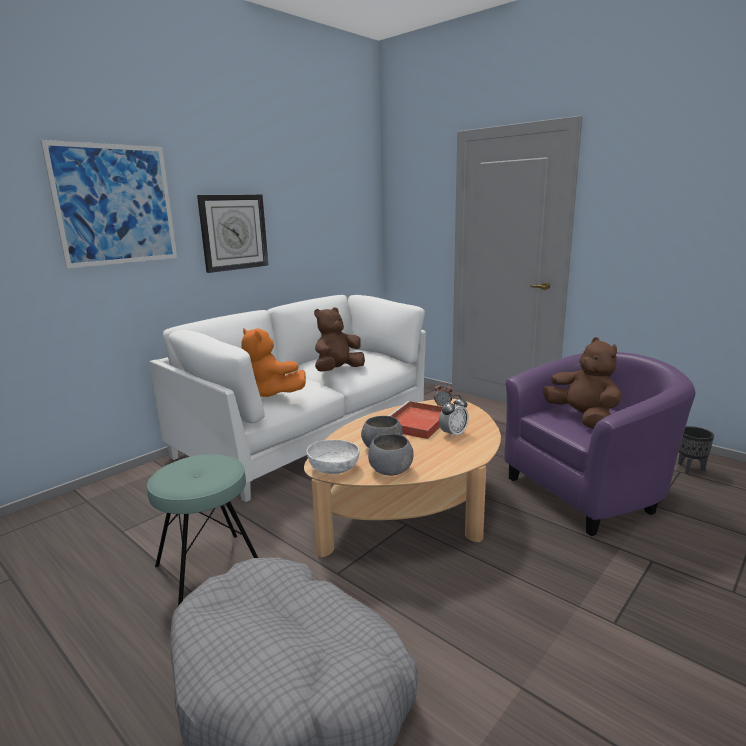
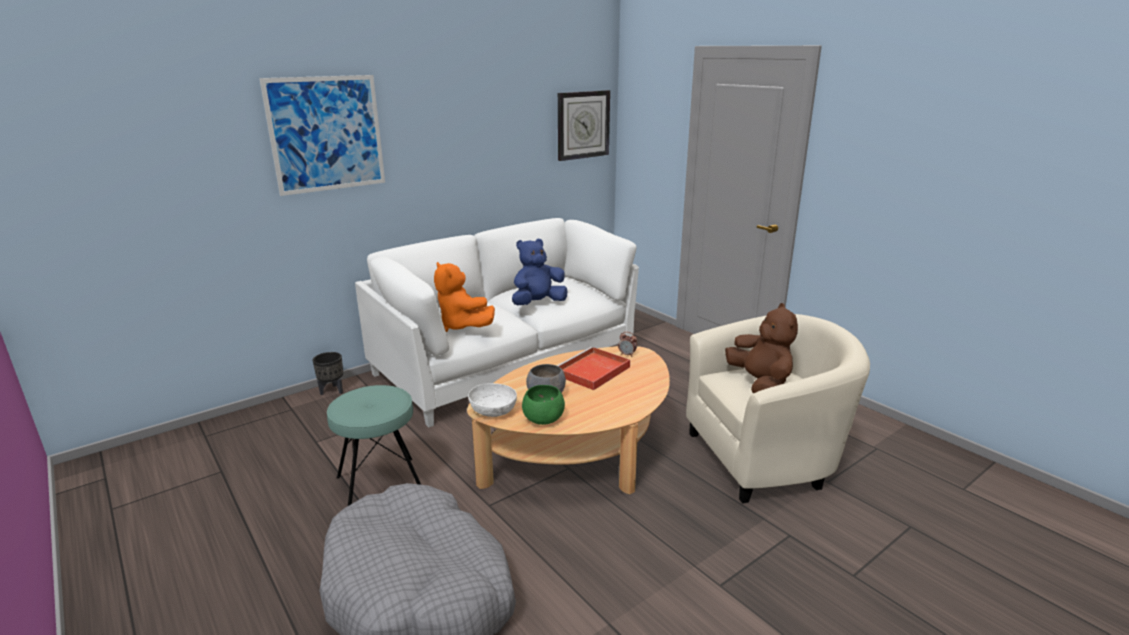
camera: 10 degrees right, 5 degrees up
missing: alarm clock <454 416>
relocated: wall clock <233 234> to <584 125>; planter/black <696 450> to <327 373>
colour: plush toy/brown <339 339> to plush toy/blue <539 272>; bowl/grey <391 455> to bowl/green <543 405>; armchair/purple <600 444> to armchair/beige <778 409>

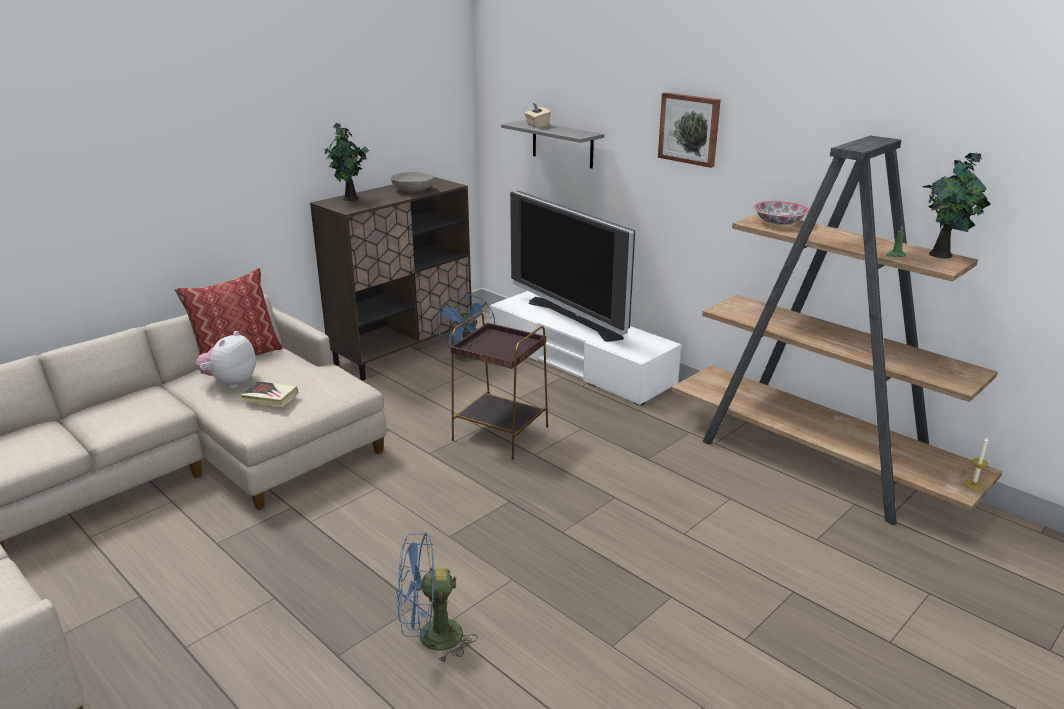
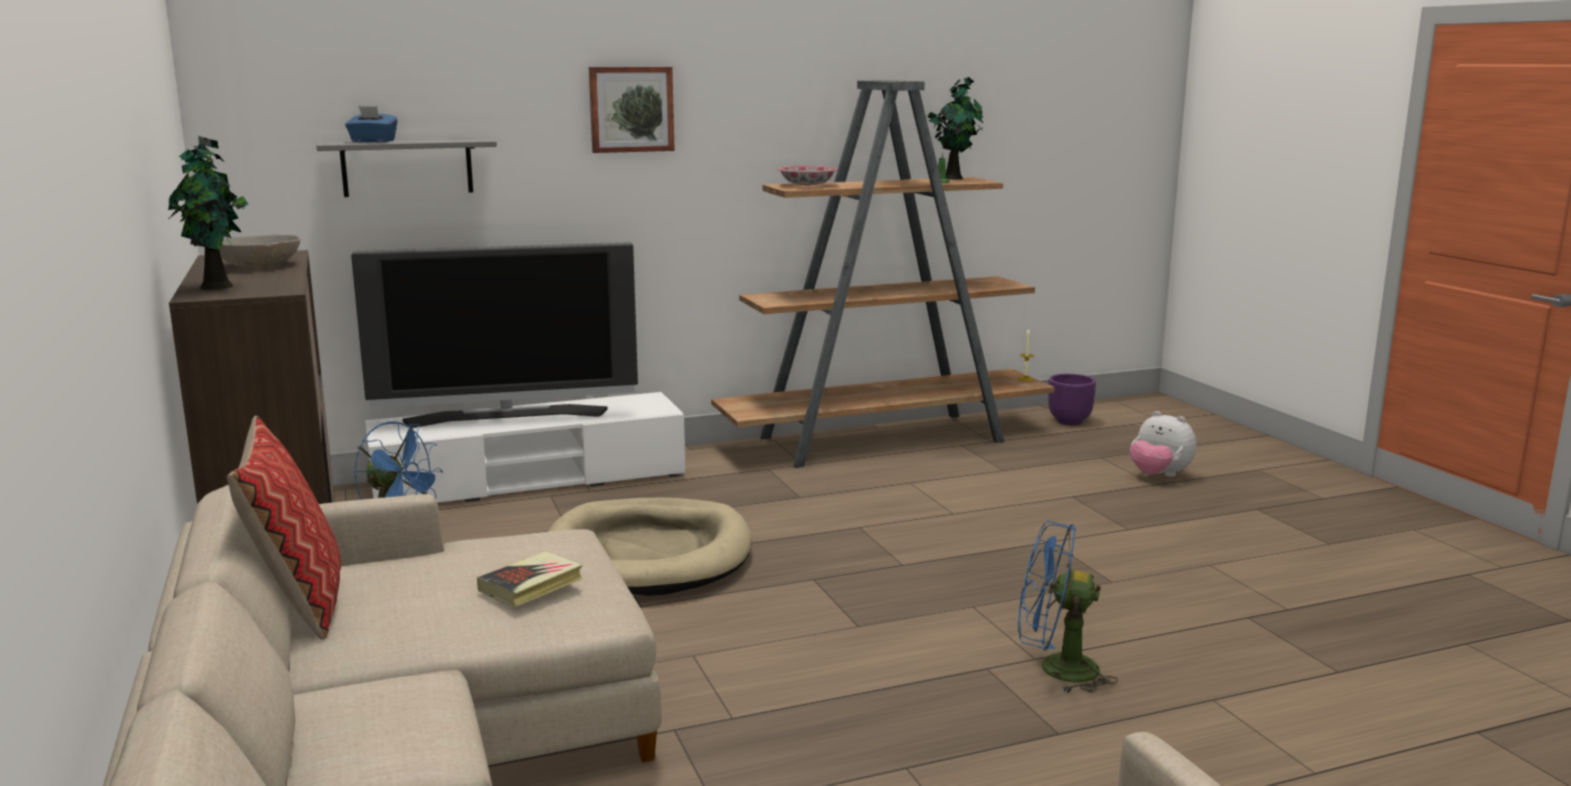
camera: 65 degrees left, 10 degrees down
appeared: planter/purple <1072 399>
relocated: plush toy <226 360> to <1163 444>
exchanged: side table/brown <499 386> to dog bed/beige <650 547>
colour: tissue box/beige <537 115> to tissue box/blue <371 124>
spun: fan/blue <437 598> = <1068 607> 90 degrees clockwise

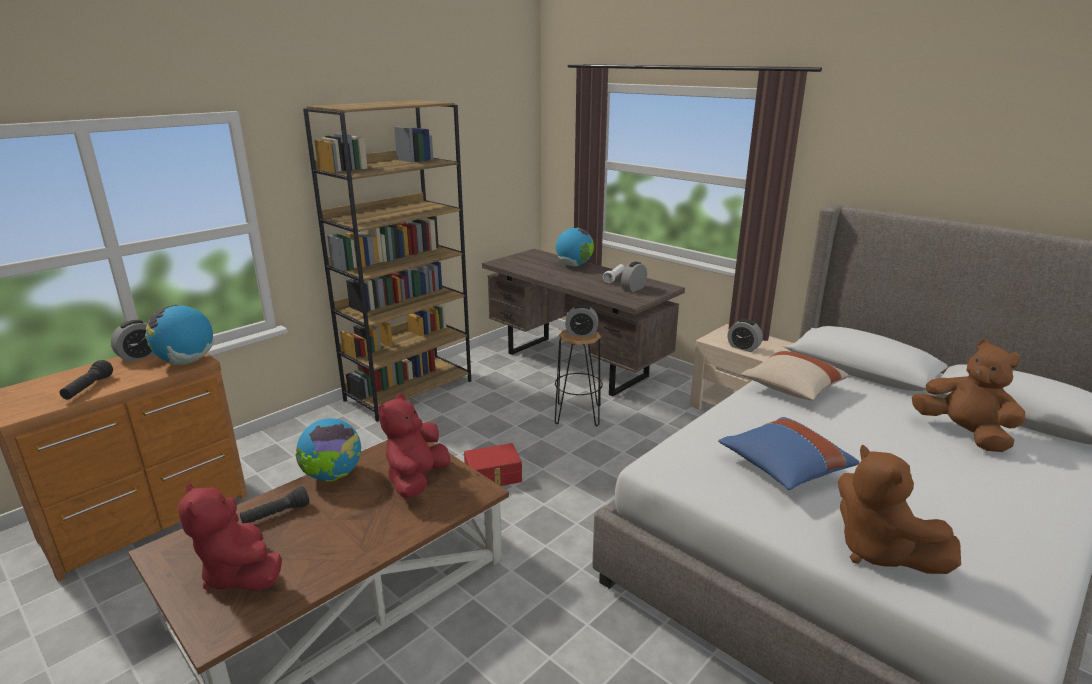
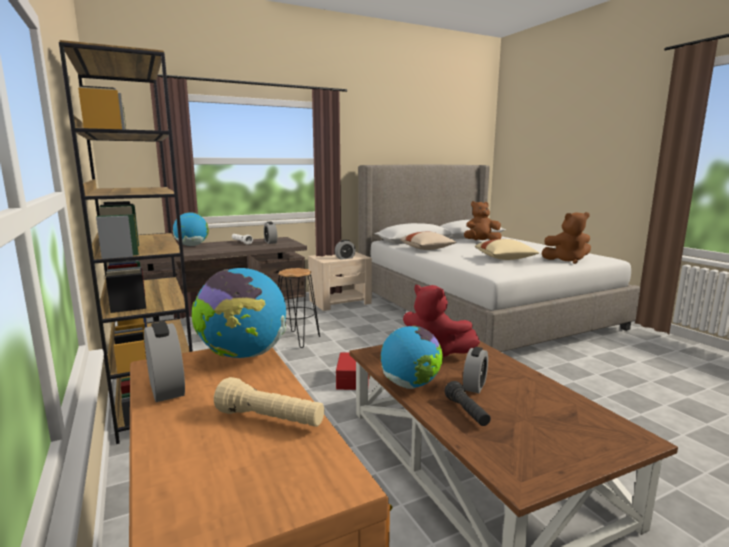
camera: 70 degrees left, 10 degrees down
missing: plush toy/red <230 537>
relocated: alarm clock <581 321> to <475 370>
colour: flashlight/black <86 380> to flashlight/beige <269 402>; pillow/blue <789 453> to pillow/beige <507 249>

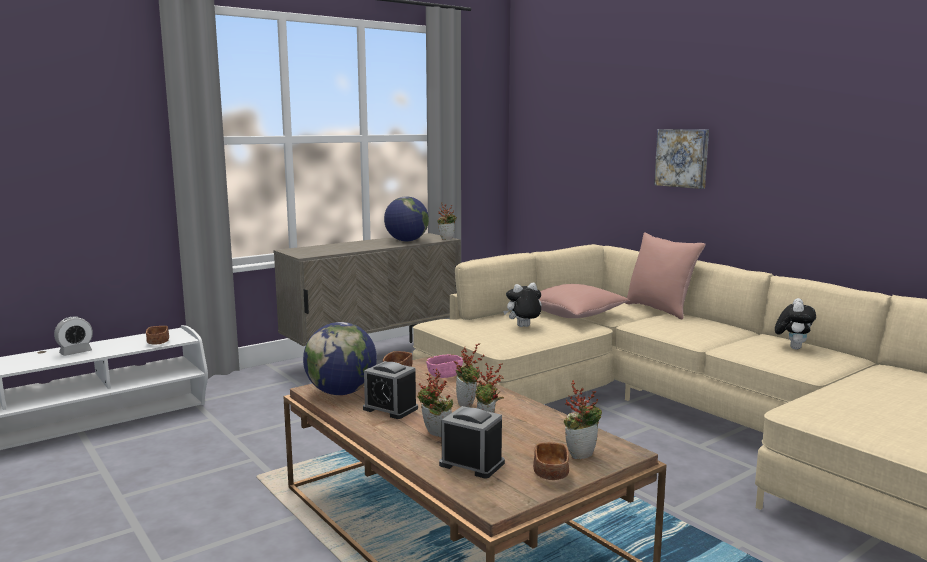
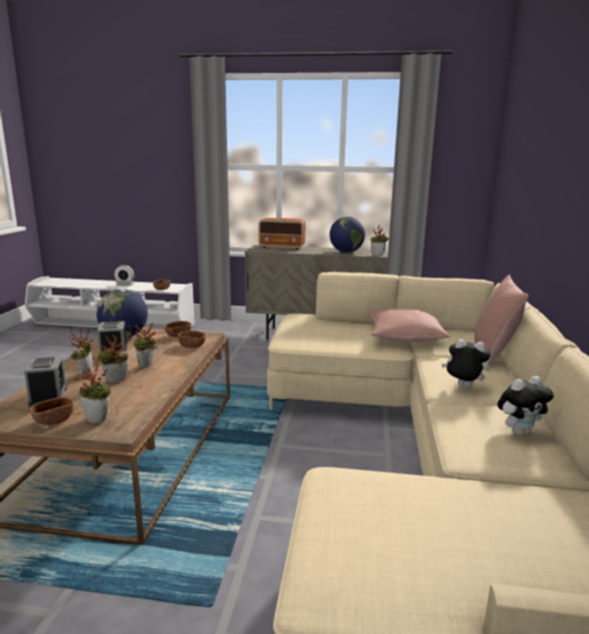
camera: 45 degrees right, 5 degrees up
missing: picture <681 159>
appeared: radio <281 233>
relocated: plush toy <522 305> to <466 363>
colour: bowl/pink <444 366> to bowl/brown <192 339>

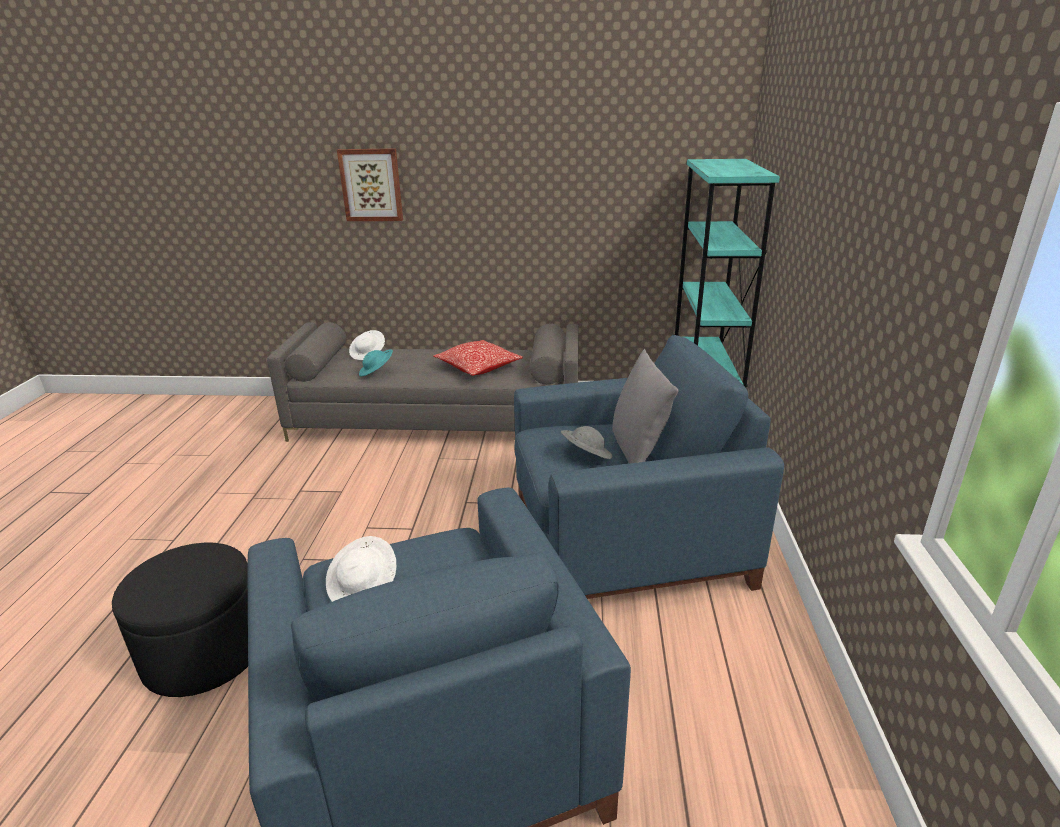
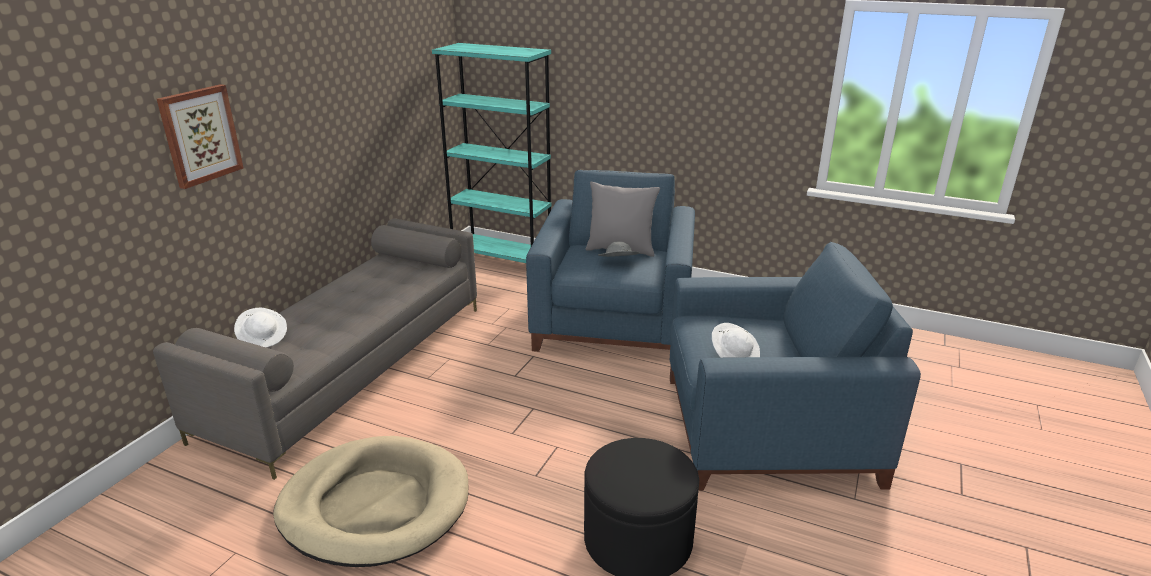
camera: 70 degrees left, 0 degrees up
missing: hat/turquoise <376 362>; pillow <478 358>
appeared: dog bed/beige <370 501>

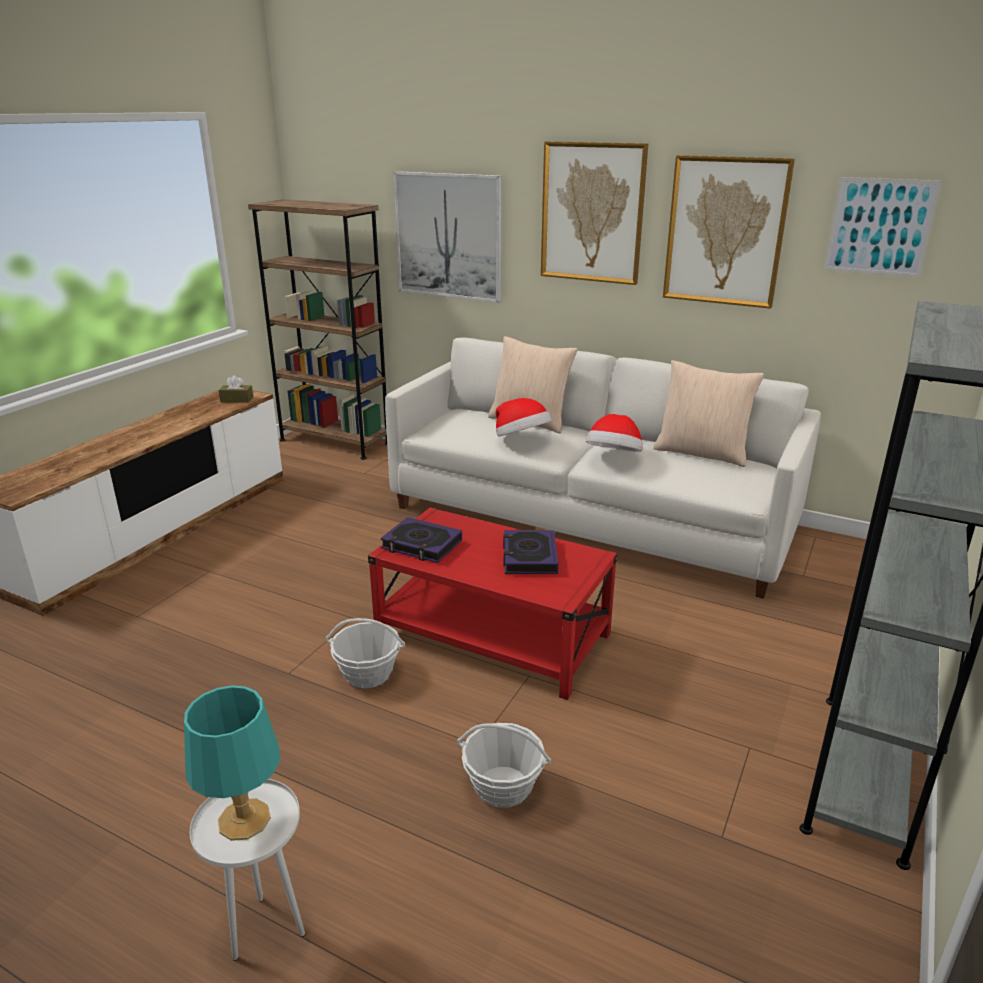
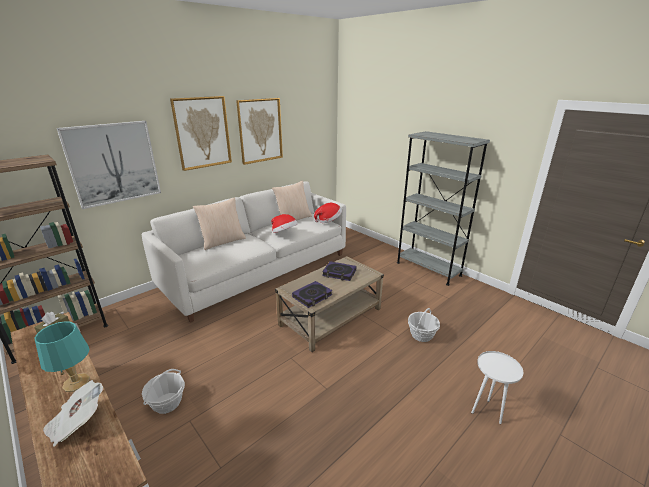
camera: 70 degrees left, 0 degrees up
missing: picture <883 227>
appeared: newspaper <73 413>
relocated: table lamp/turquoise <232 763> to <62 356>; basket <365 653> to <163 391>; hat <523 417> to <328 213>
colour: coffee table/red <492 603> to coffee table/beige <329 304>

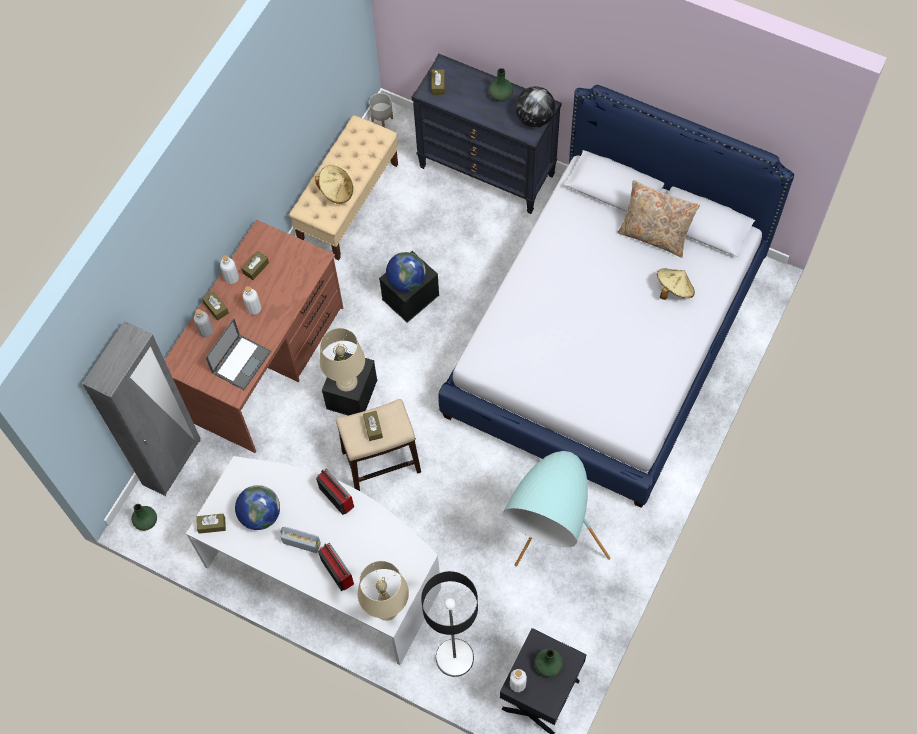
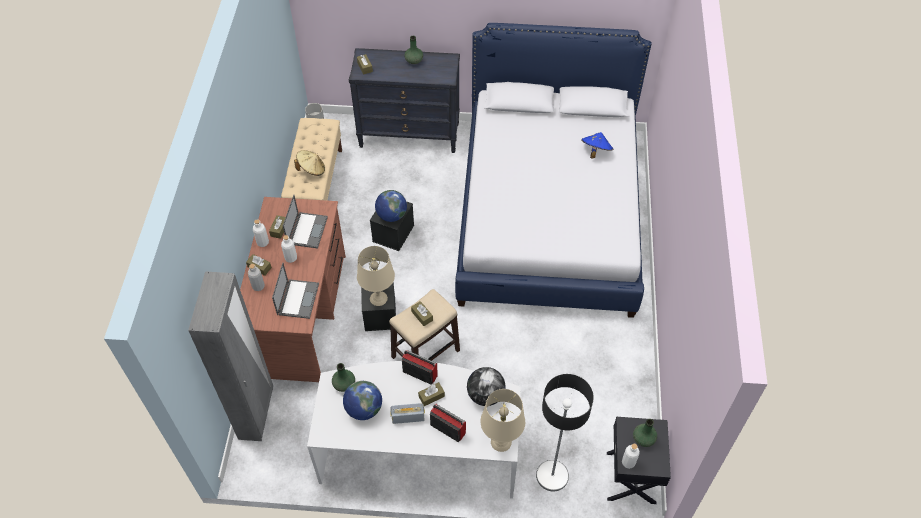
camera: 25 degrees left, 10 degrees down
missing: floor lamp/turquoise <556 509>; pillow/beige <658 219>
appeared: laptop <305 222>
relocated: vase/green <144 517> to <343 377>; tissue box/brown <211 524> to <431 394>; globe <535 106> to <486 386>
colour: hat/beige <676 284> to hat/blue <597 145>

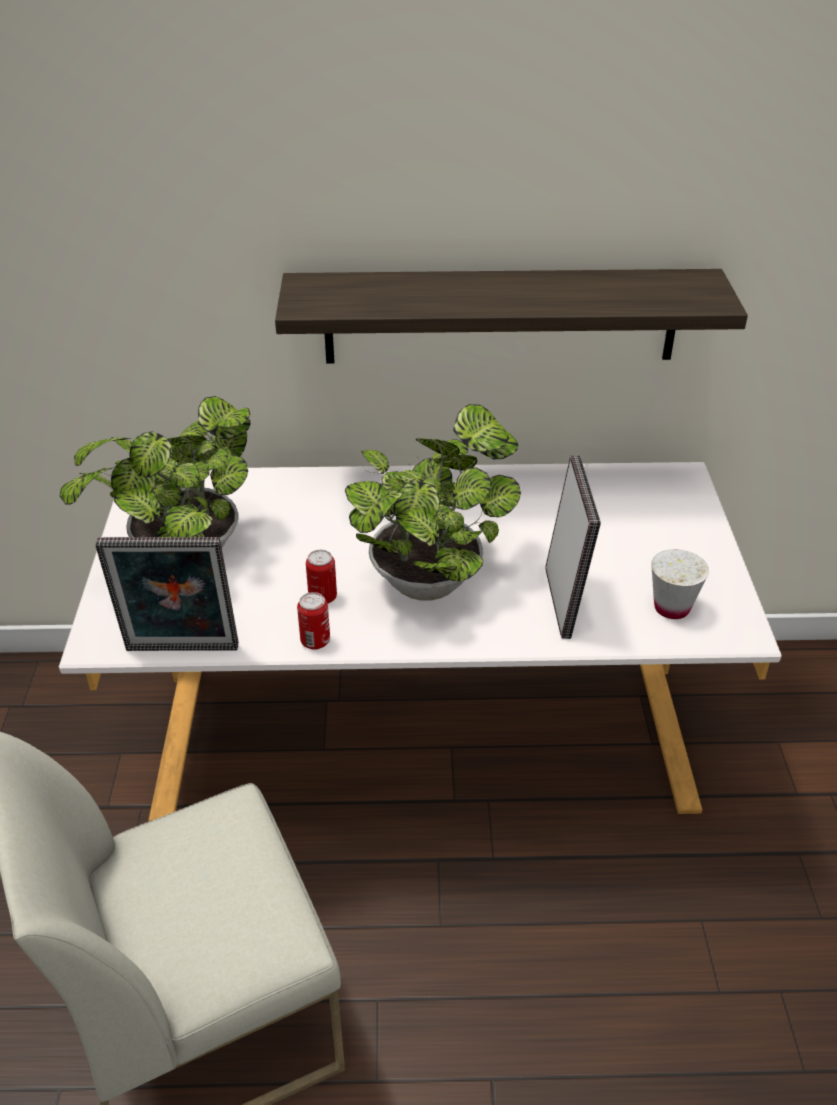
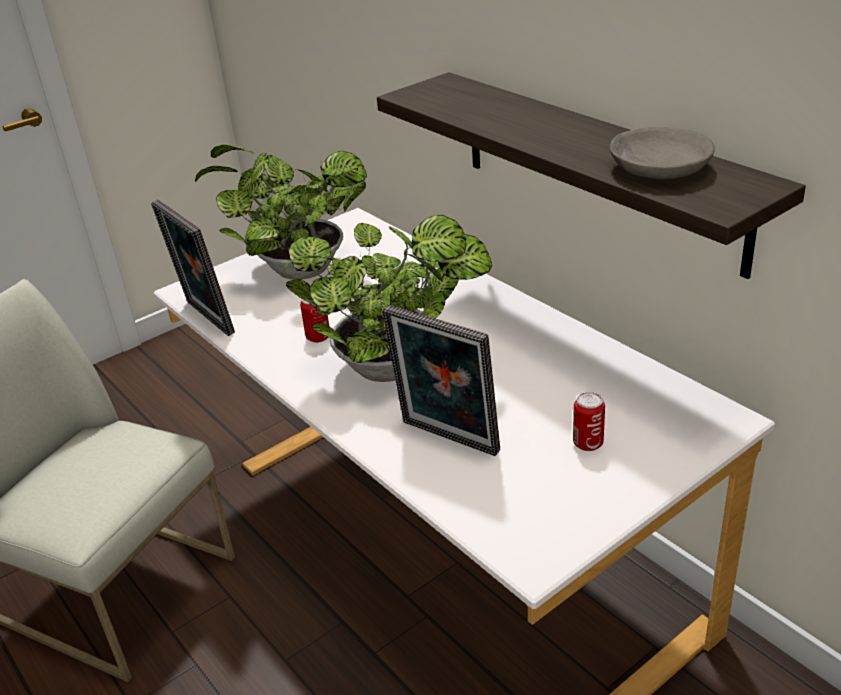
camera: 55 degrees right, 5 degrees down
missing: cup/white <680 584>
appeared: bowl/grey <662 153>
relocated: can <313 621> to <589 421>
spun: picture frame <573 547> = <441 380> 75 degrees clockwise

